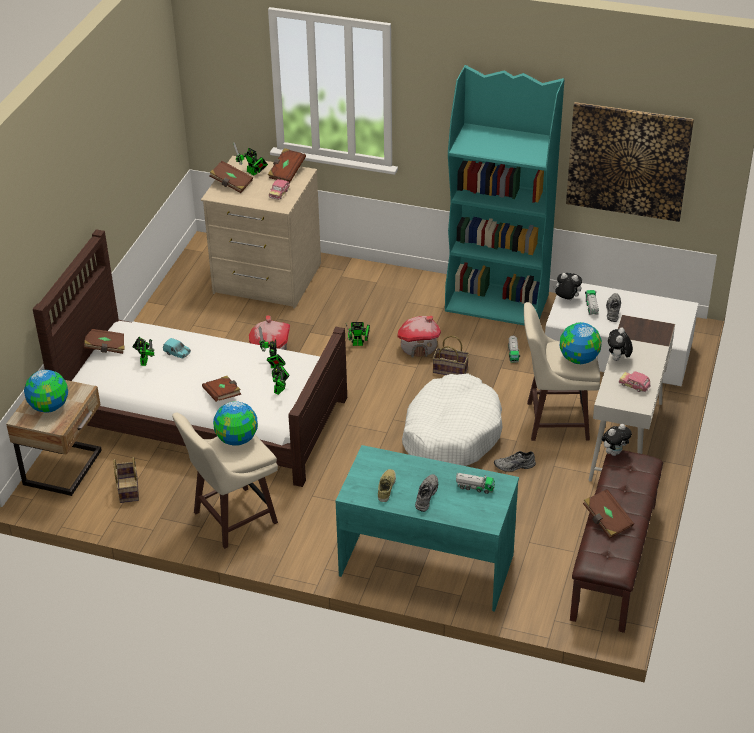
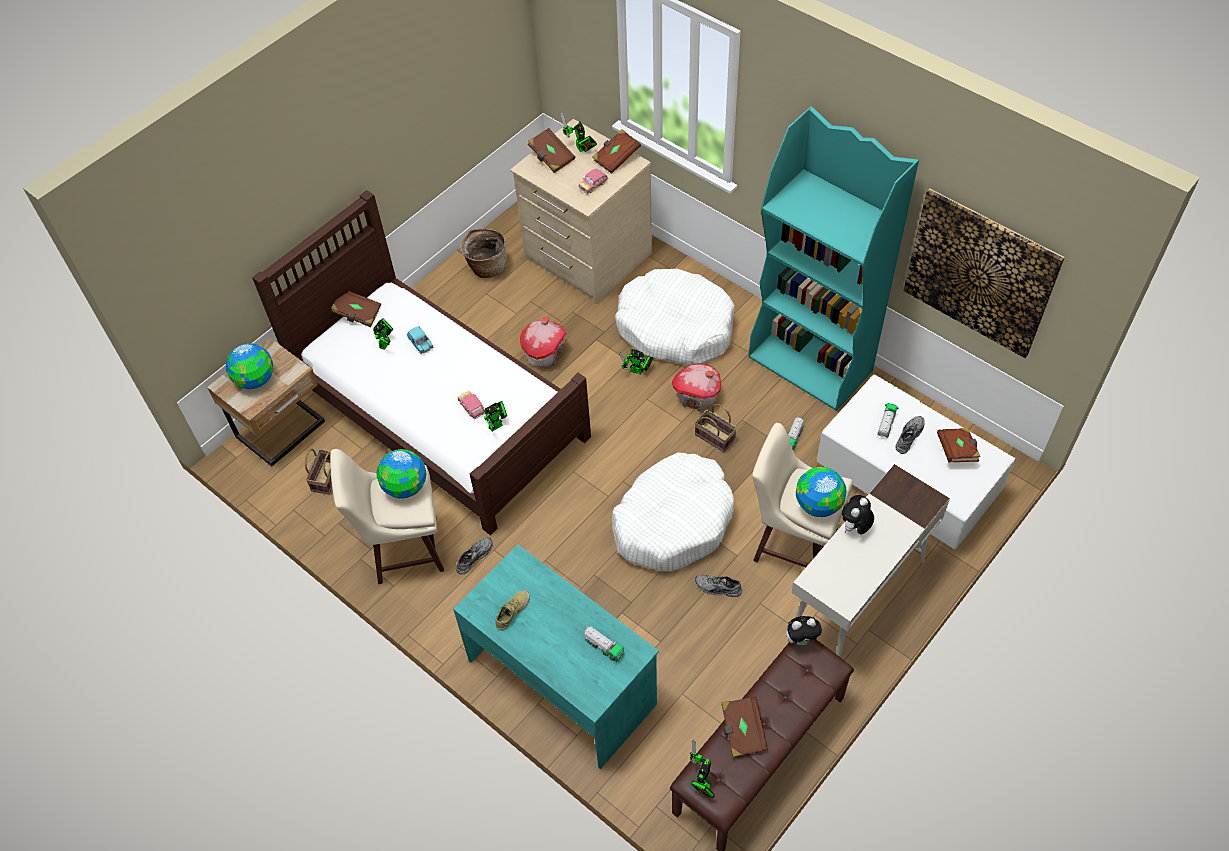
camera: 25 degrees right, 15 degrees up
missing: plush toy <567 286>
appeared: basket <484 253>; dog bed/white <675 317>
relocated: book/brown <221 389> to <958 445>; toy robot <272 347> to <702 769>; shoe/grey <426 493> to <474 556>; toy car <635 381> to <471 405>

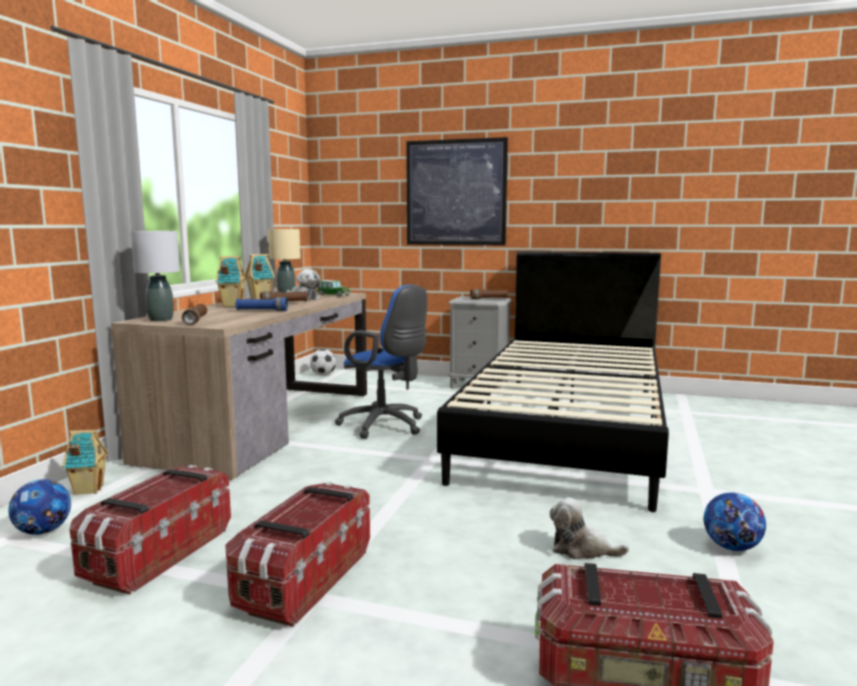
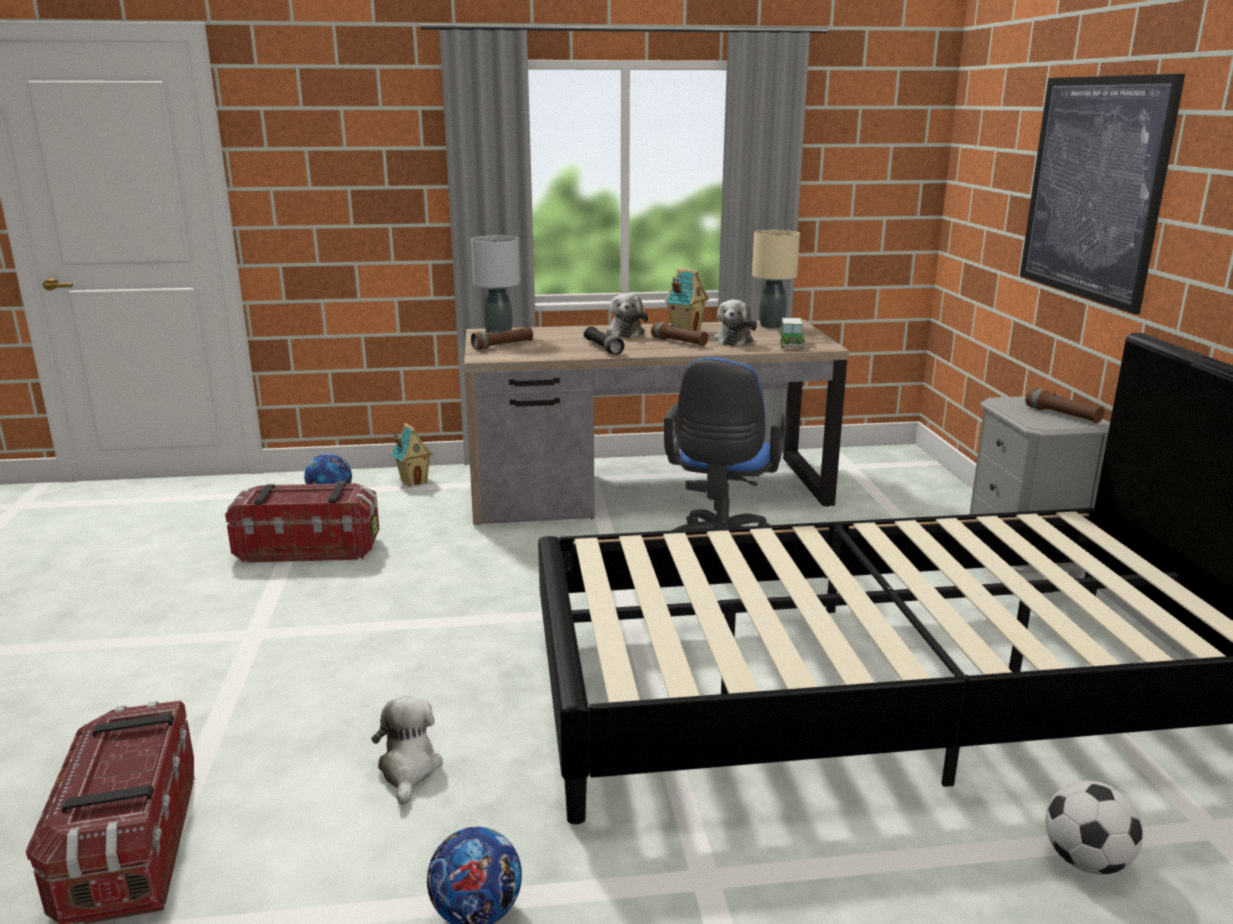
camera: 65 degrees right, 10 degrees up
missing: storage box <297 554>
relocated: football <323 362> to <1094 827>
exchanged: toy house <231 281> to plush toy <627 315>
colour: flashlight/blue <261 304> to flashlight/black <604 341>

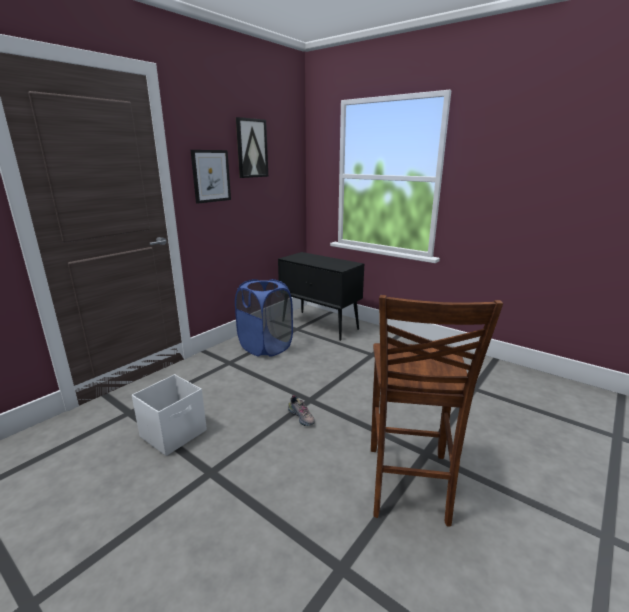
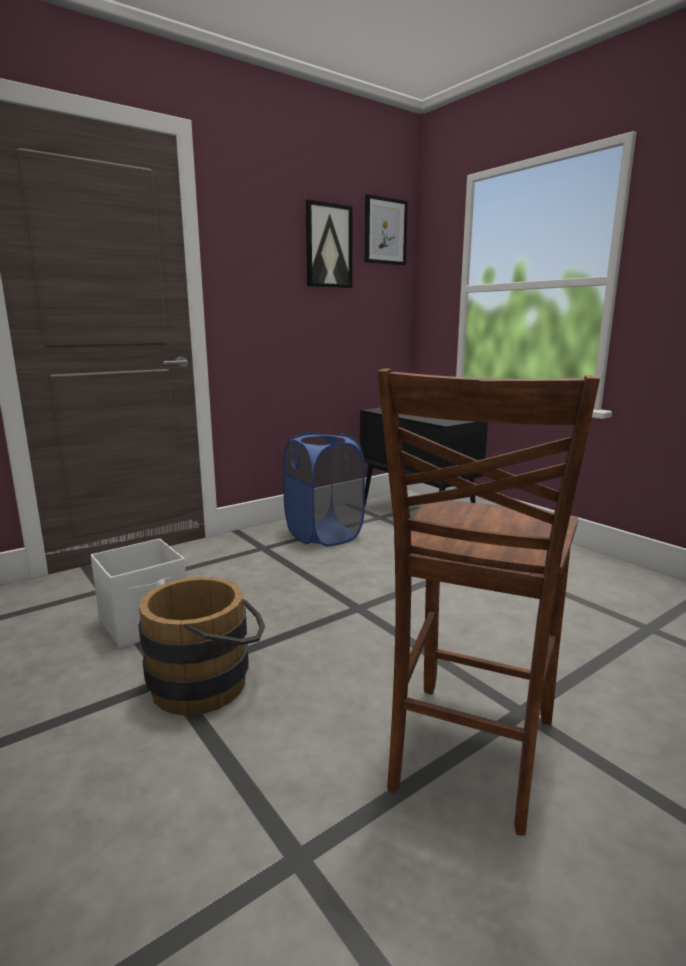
camera: 15 degrees right, 5 degrees down
missing: shoe <301 410>
appeared: bucket/brown <201 646>
relocated: picture <210 177> to <386 230>

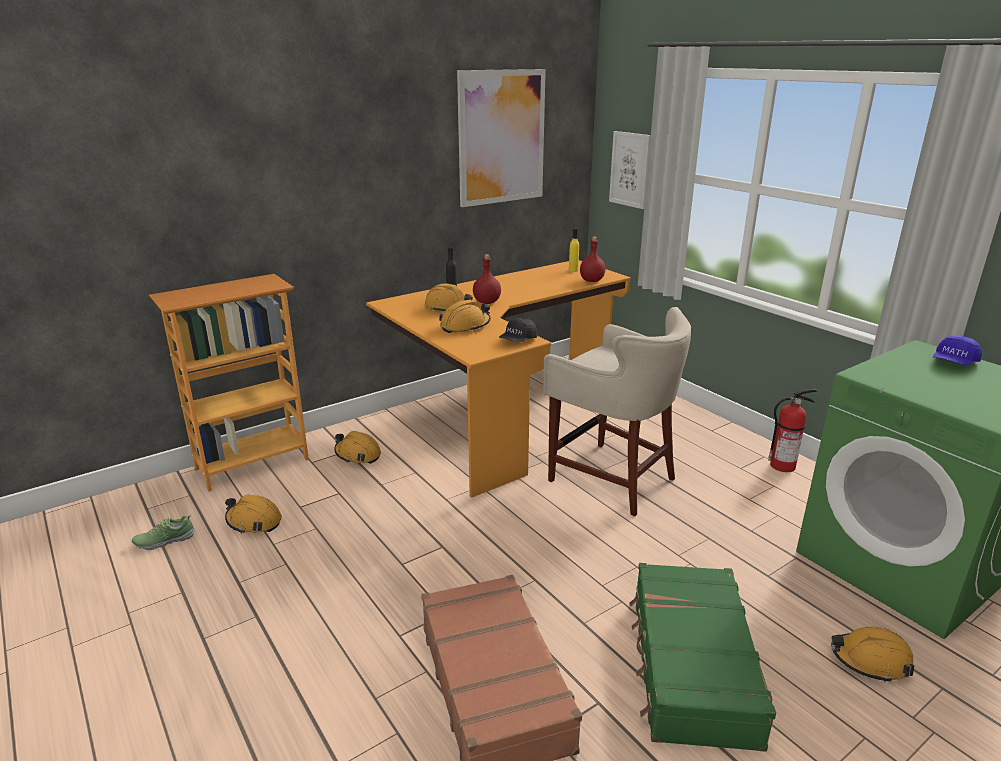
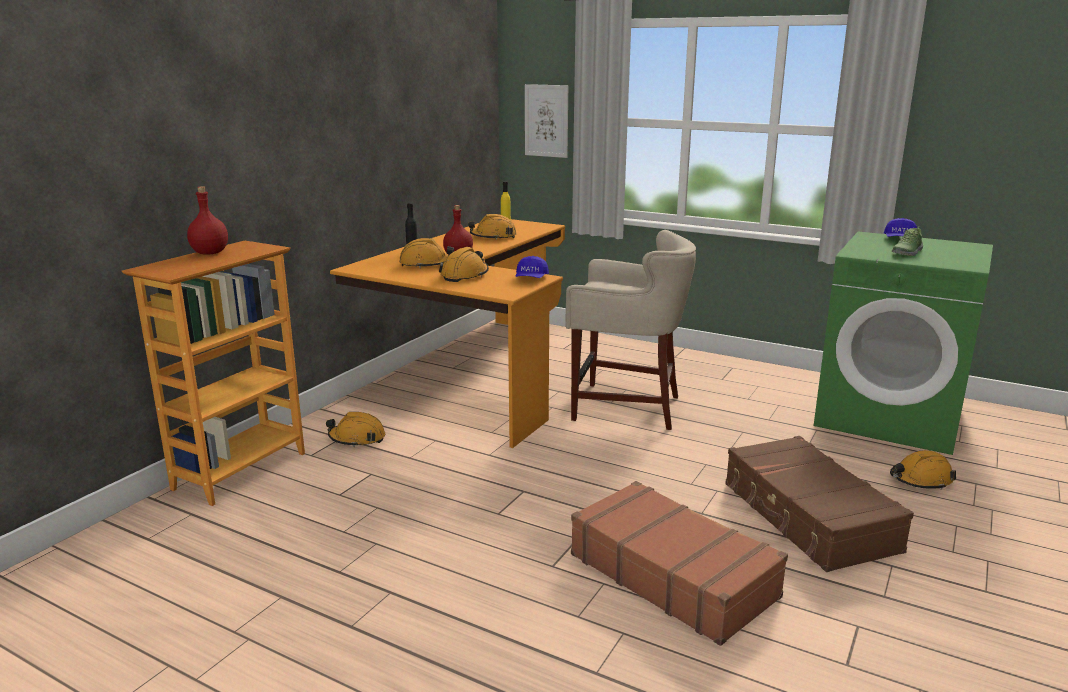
camera: 25 degrees left, 5 degrees down
missing: picture <501 138>; fire extinguisher <793 430>
relocated: shoe <163 532> to <907 241>; hard hat/orange <253 514> to <492 227>; bottle/red <592 259> to <207 220>
colour: cap/black <518 330> to cap/blue <532 267>; suitcase/green <702 657> to suitcase/brown <819 504>

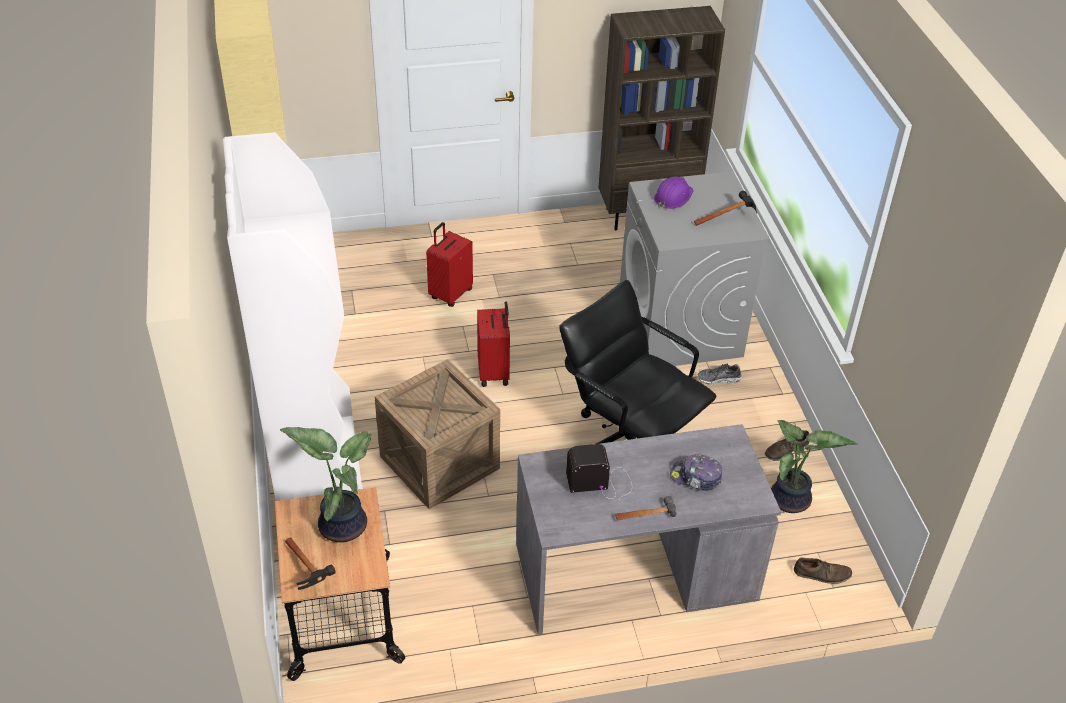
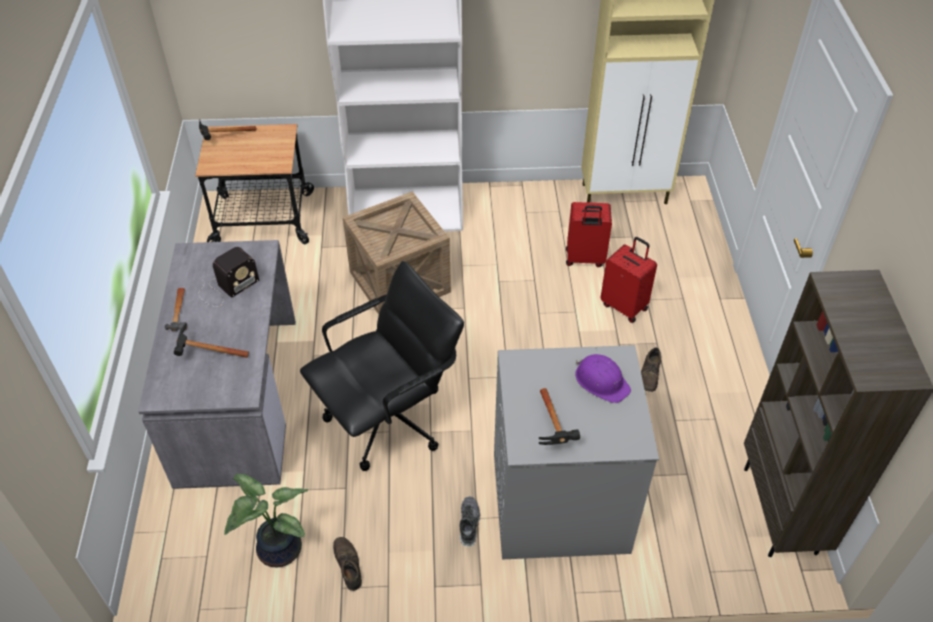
camera: 100 degrees right, 5 degrees up
missing: potted plant <326 485>
relocated: suitcase/red <493 344> to <589 234>; shoe/brown <823 571> to <651 370>
exchanged: cap <696 472> to hammer <211 341>
spun: radio <599 472> = <228 277> 45 degrees clockwise

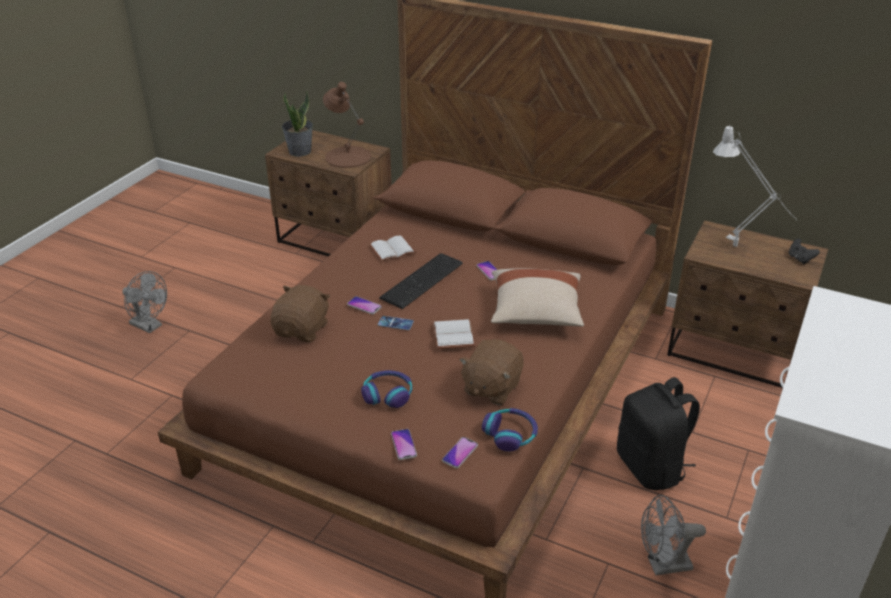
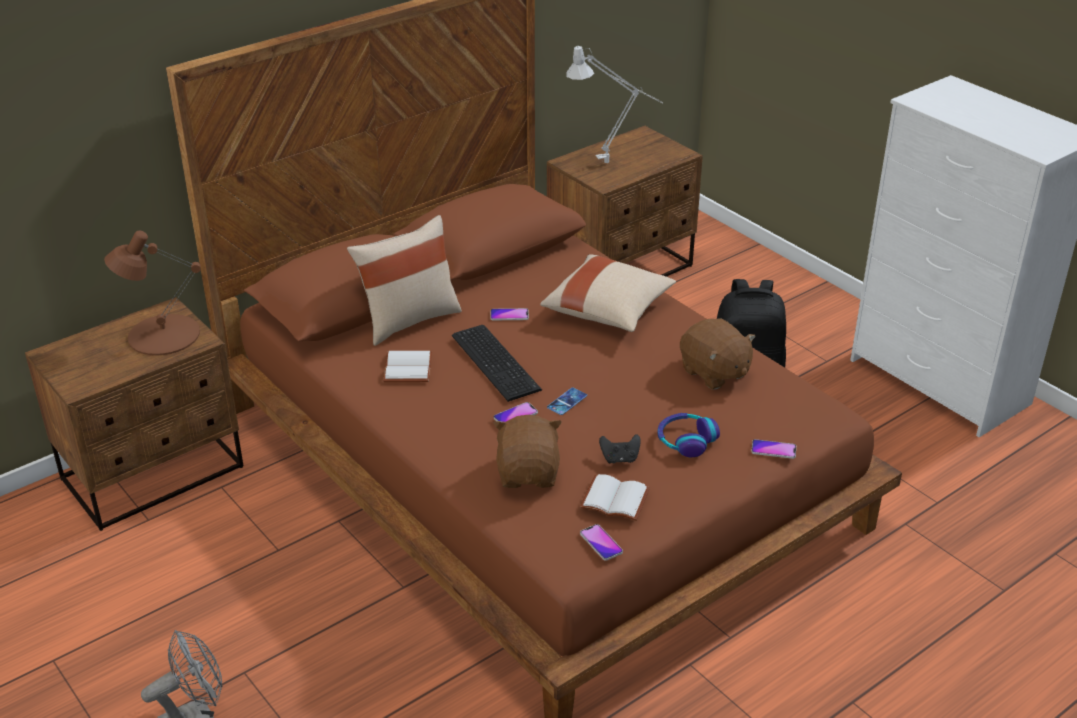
camera: 65 degrees left, 0 degrees up
missing: potted plant <297 124>; headphones <510 429>; fan/grey <673 535>
appeared: pillow/beige <404 280>
relocated: book/white <454 334> to <615 497>; phone <460 452> to <601 542>; game controller/black <804 251> to <620 448>
spun: plush toy/brown <300 313> = <527 451> 45 degrees clockwise

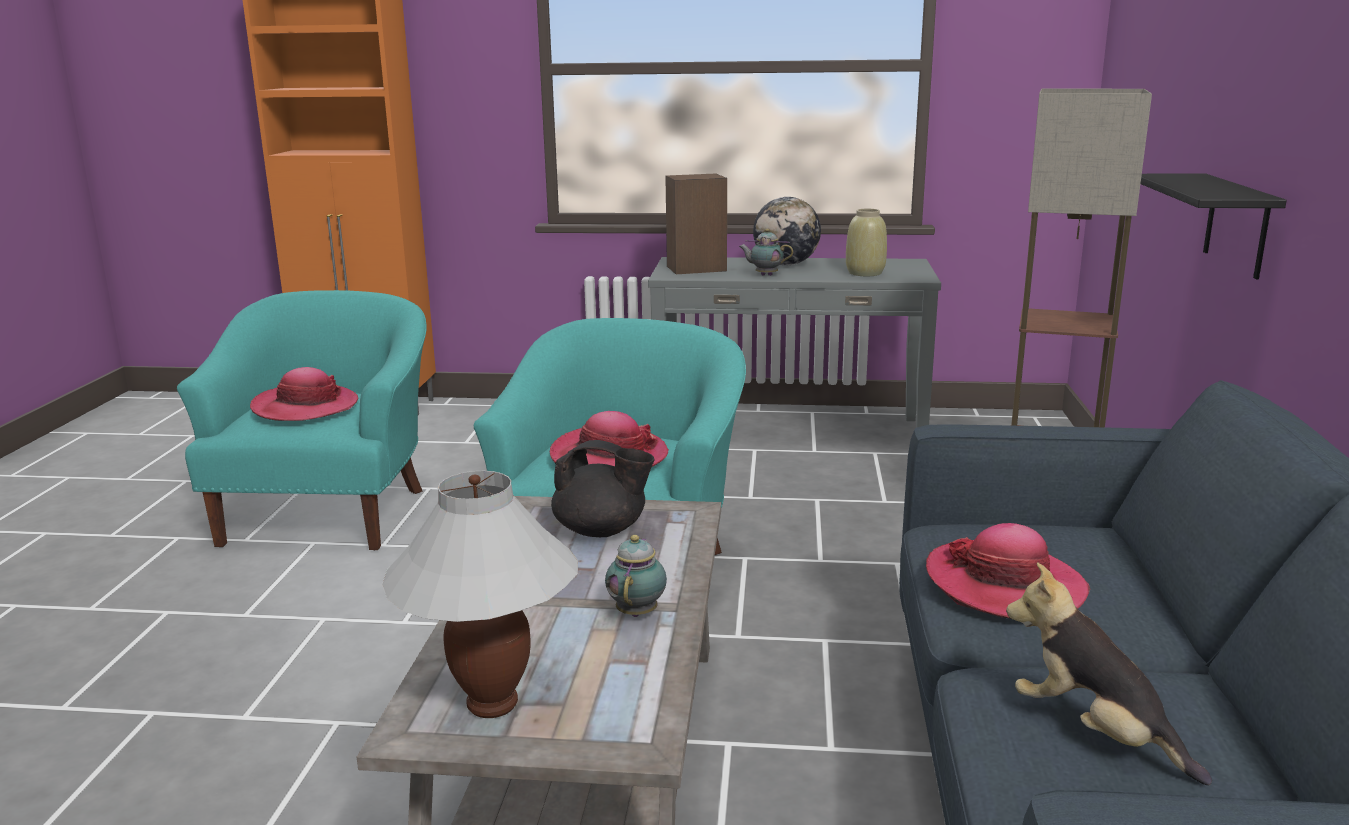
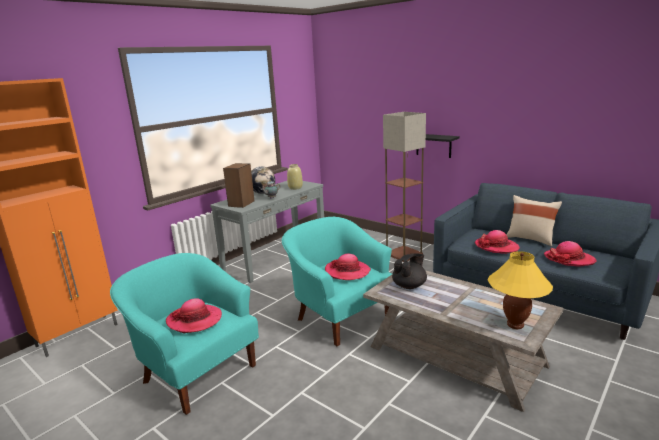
camera: 55 degrees left, 0 degrees up
missing: teapot <636 576>
appeared: pillow/beige <534 220>
exchanged: plush toy <1109 673> to hat <570 254>
colour: table lamp/white <480 594> to table lamp/yellow <520 290>

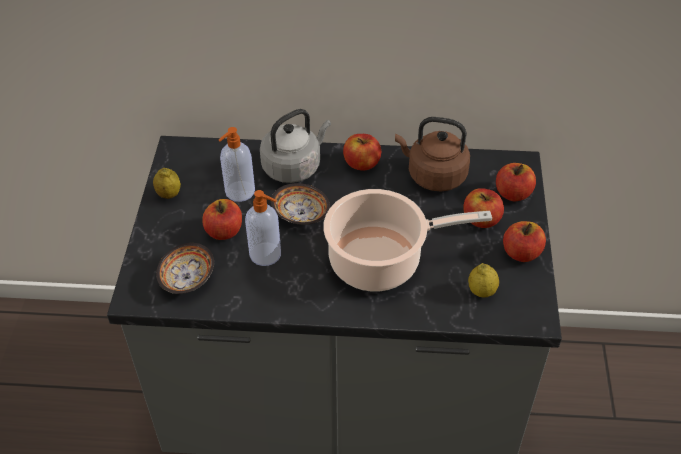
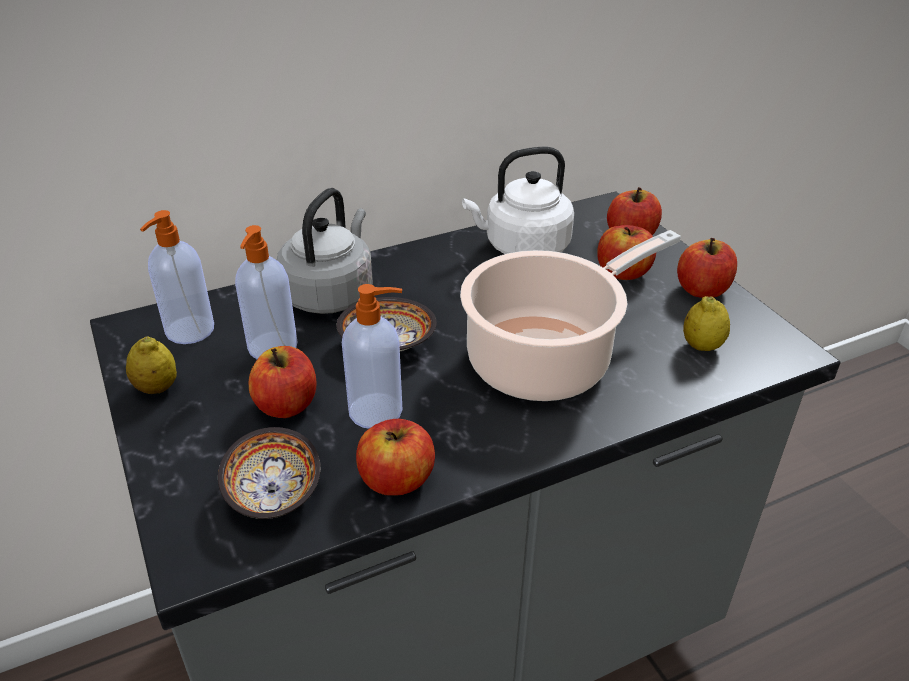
camera: 30 degrees left, 10 degrees down
appeared: soap dispenser <177 277>
relocated: apple <362 152> to <395 457>
colour: kettle/brown <432 154> to kettle/white <518 200>

